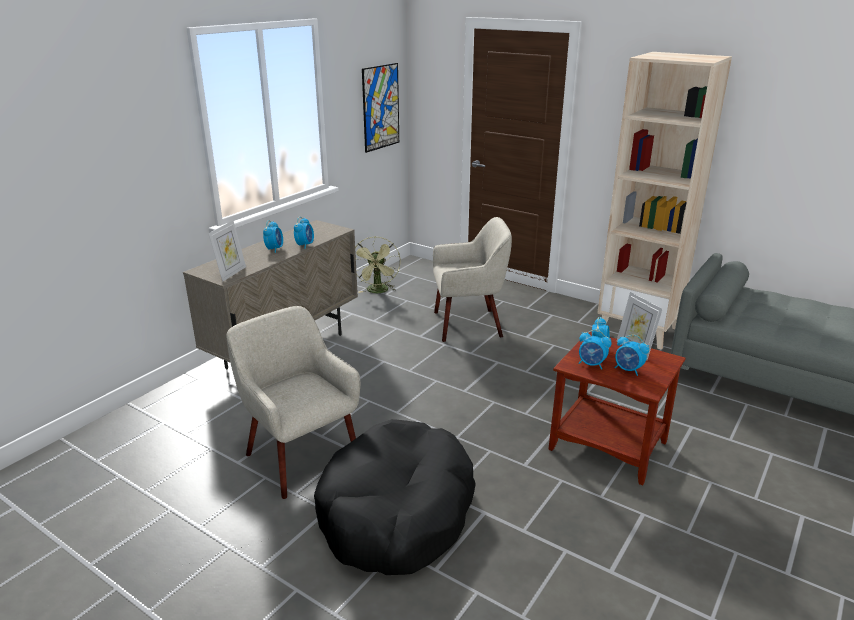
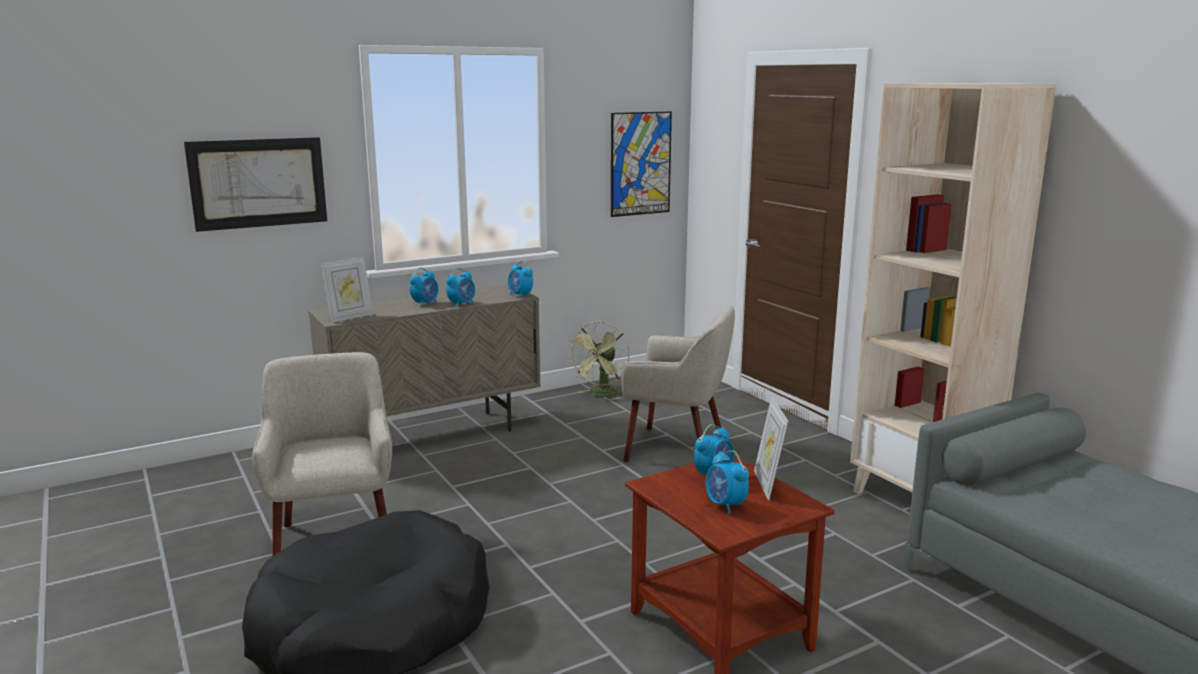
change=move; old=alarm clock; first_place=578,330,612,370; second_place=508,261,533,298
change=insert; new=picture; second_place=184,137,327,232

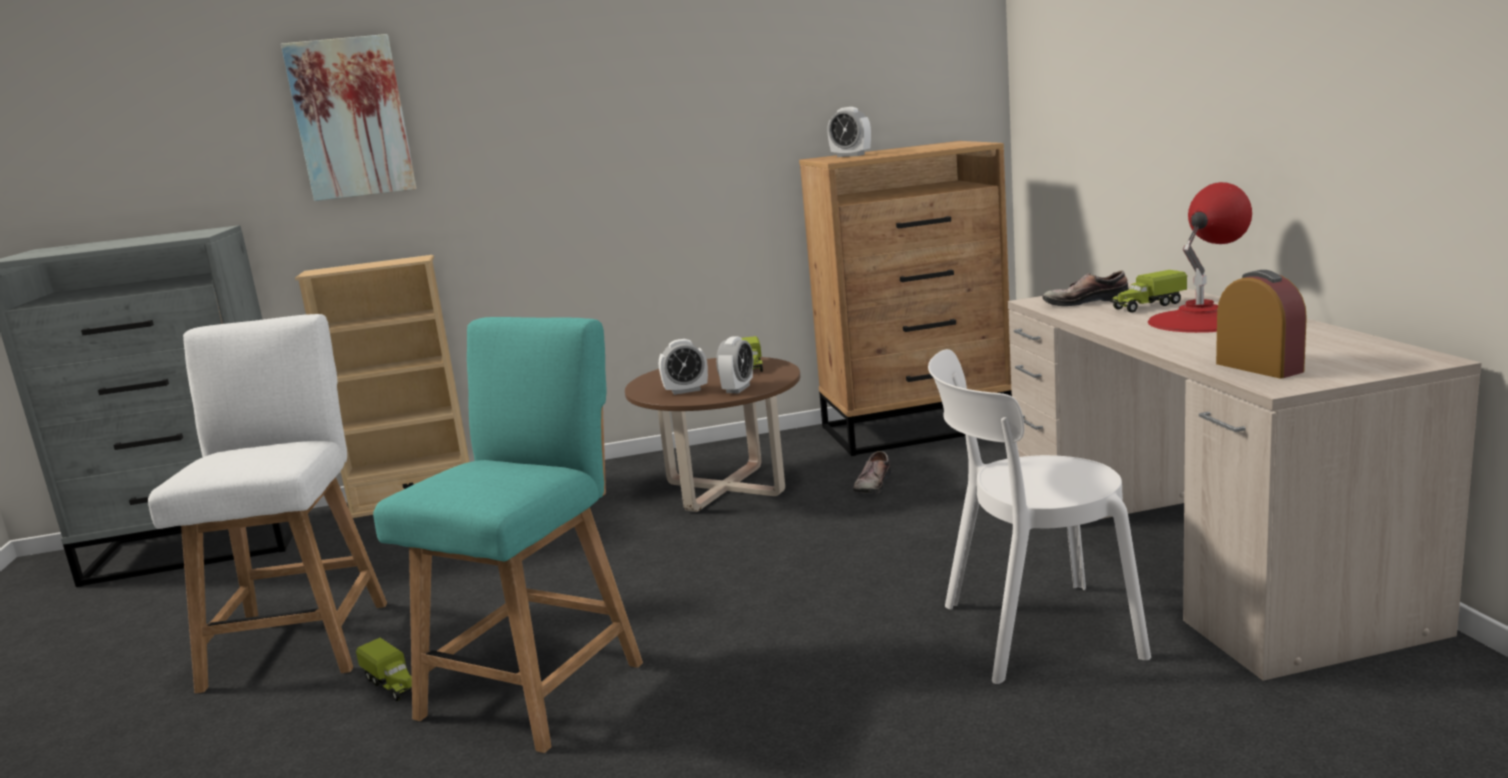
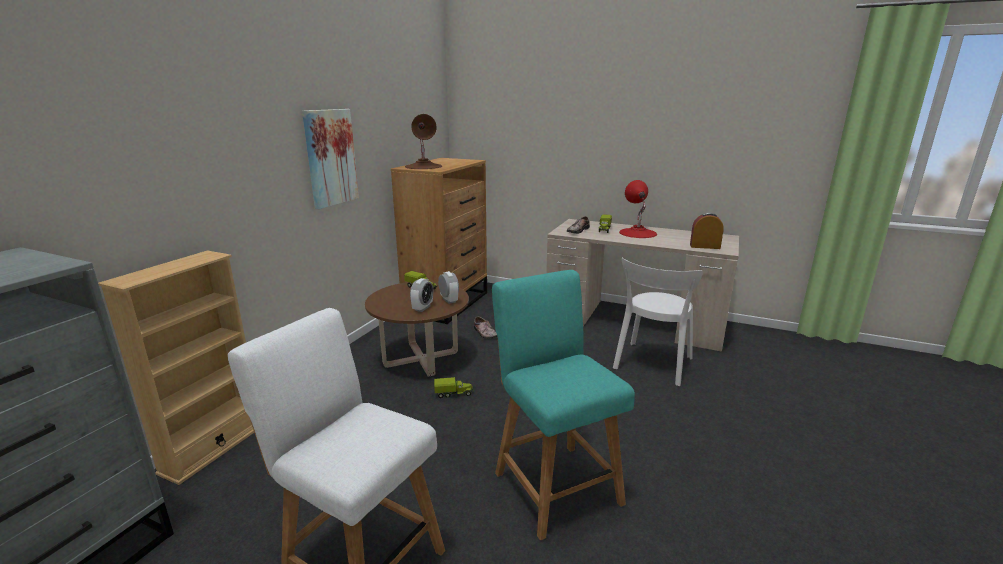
change=move; old=picture; first_place=281,34,417,201; second_place=302,109,359,209
change=replace; old=alarm clock; new=brown table lamp; first_place=827,107,871,157; second_place=405,114,442,169
change=move; old=toy truck; first_place=356,638,412,701; second_place=434,377,474,398

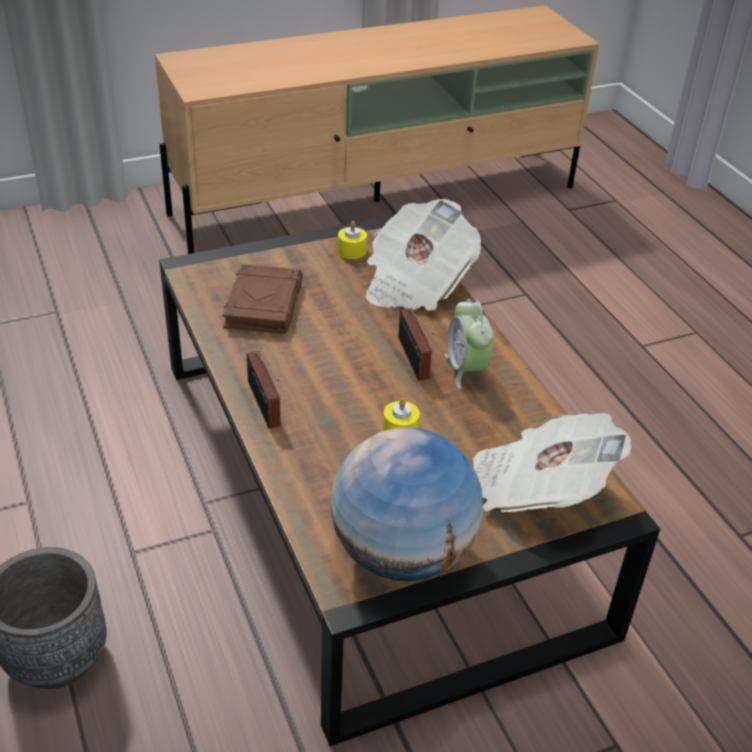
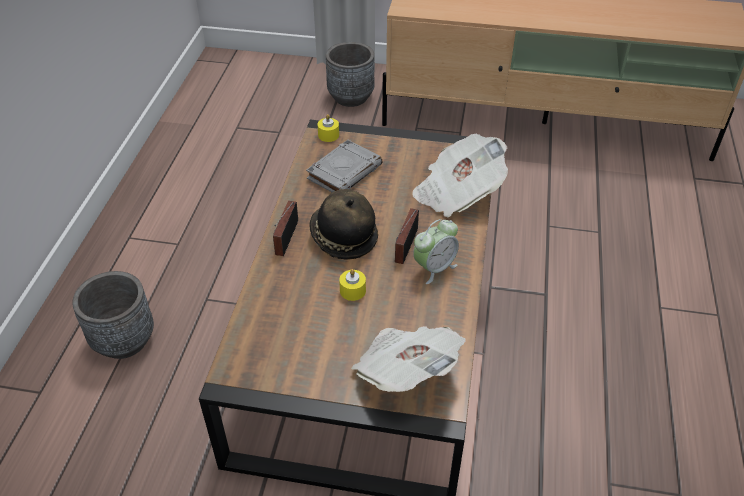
change=move; old=yellow candle; first_place=338,221,367,259; second_place=318,114,339,142
change=recolor; old=brown book; new=grey book; first_place=223,264,303,334; second_place=306,140,383,192
change=rotate; old=alarm clock; first_place=445,299,494,389; second_place=413,219,459,284; degrees=-150
change=delete; old=globe; first_place=330,427,483,581
change=insert; new=grey planter; second_place=326,42,375,107
change=insert; new=hat; second_place=309,189,378,260

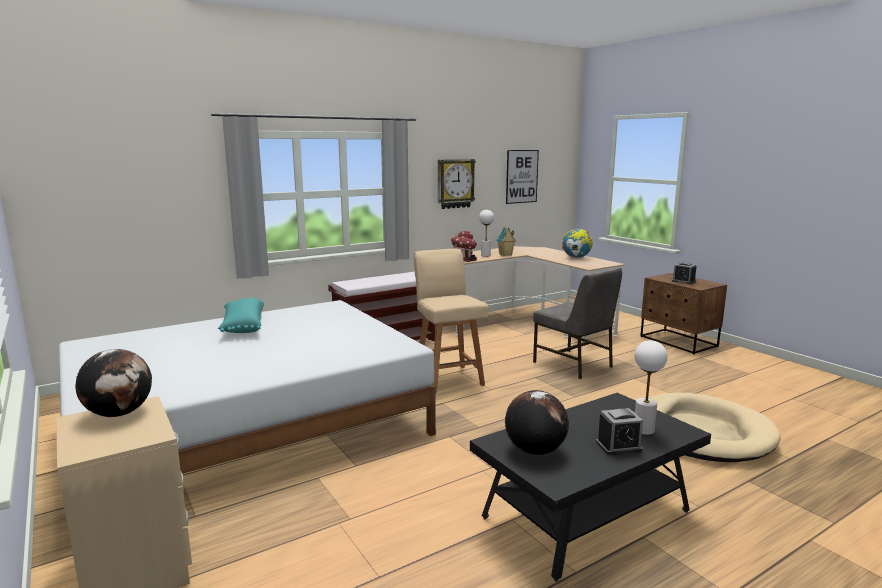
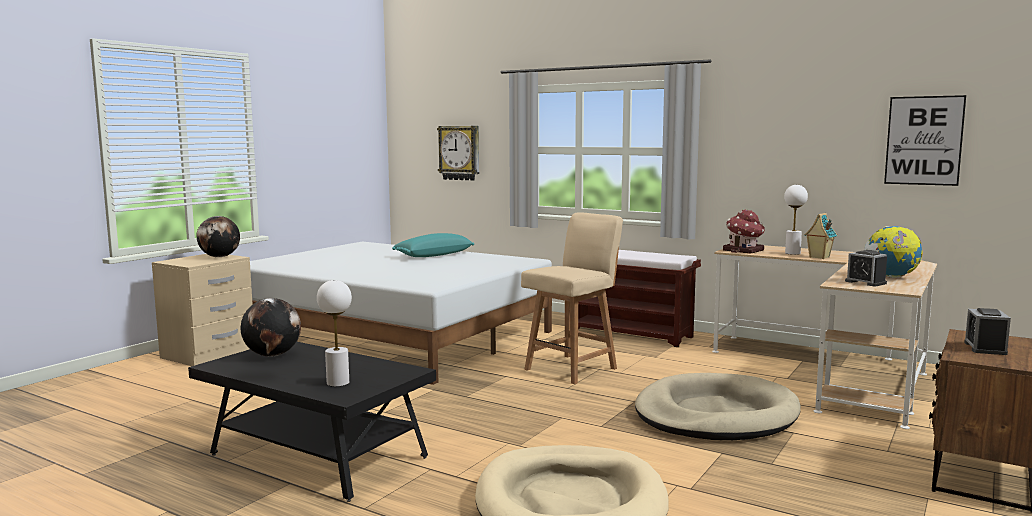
change=move; old=wall clock; first_place=438,159,476,209; second_place=437,126,479,181
change=replace; old=grey chair; new=beige dog bed; first_place=533,267,622,379; second_place=635,373,801,440
change=move; old=alarm clock; first_place=596,408,643,455; second_place=845,250,887,286

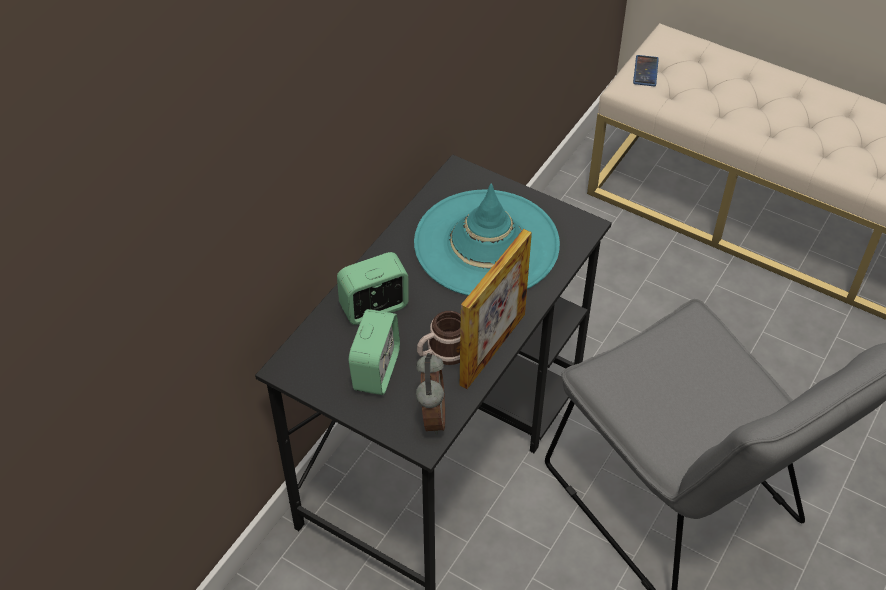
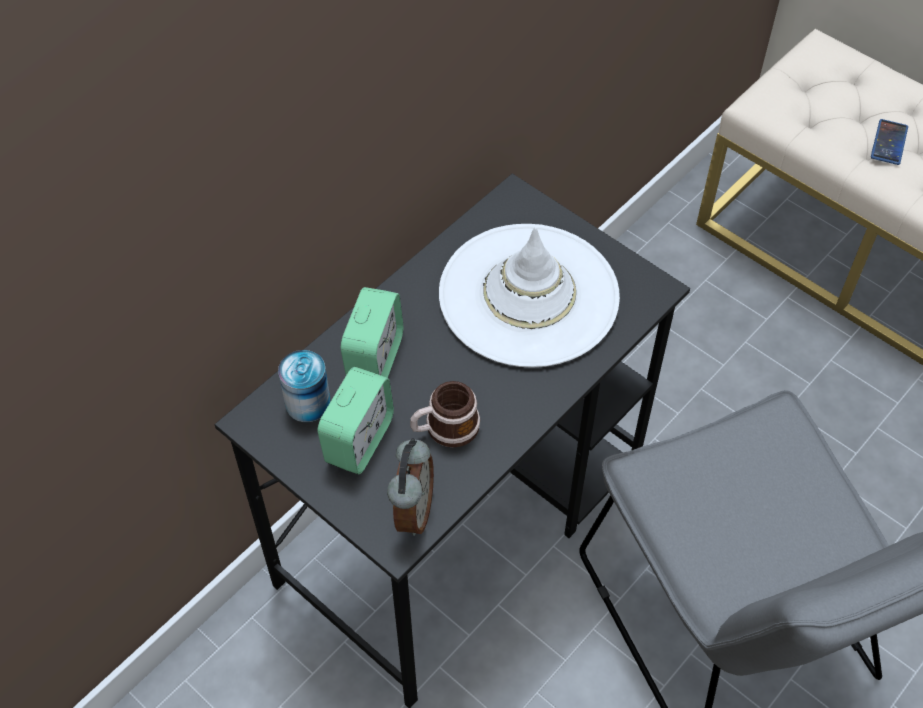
change=move; old=phone; first_place=633,55,659,86; second_place=871,119,908,165
change=recolor; old=turquoise hat; new=white hat; first_place=414,184,560,296; second_place=439,224,620,368
change=delete; old=picture frame; first_place=460,229,532,389
change=rotate; old=alarm clock; first_place=337,252,409,325; second_place=341,287,403,378; degrees=120
change=insert; new=can; second_place=278,350,331,422

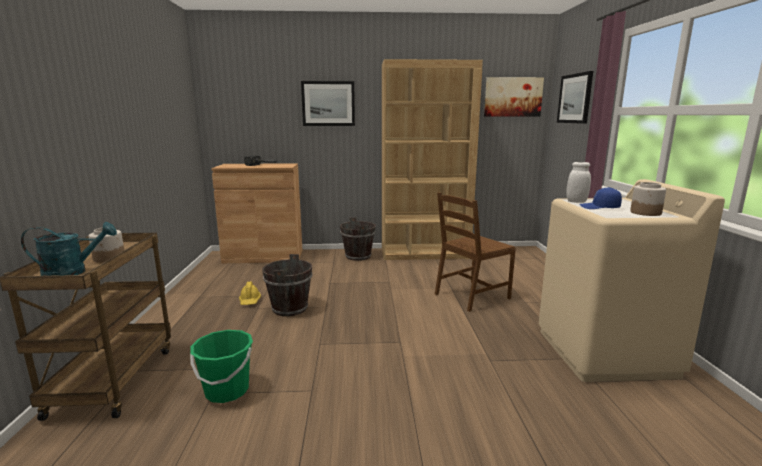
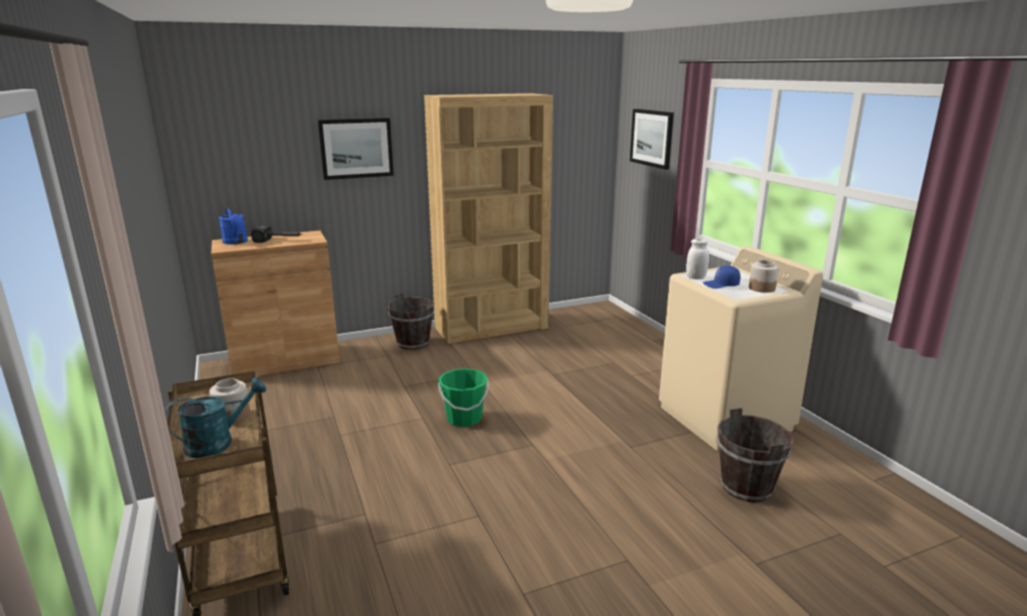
change=delete; old=picture; first_place=484,77,544,116
change=delete; old=brown chair; first_place=435,193,516,312
change=move; old=brown bucket; first_place=262,254,312,316; second_place=717,408,794,503
change=delete; old=yellow hard hat; first_place=239,282,261,305
change=move; old=green bucket; first_place=190,330,253,403; second_place=438,368,489,427
change=insert; new=blue watering can; second_place=219,207,248,245

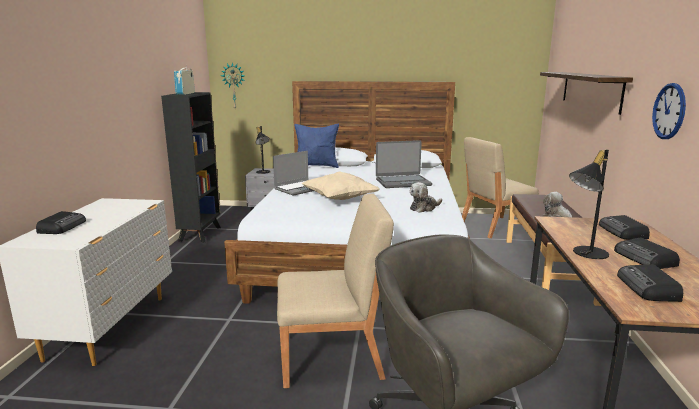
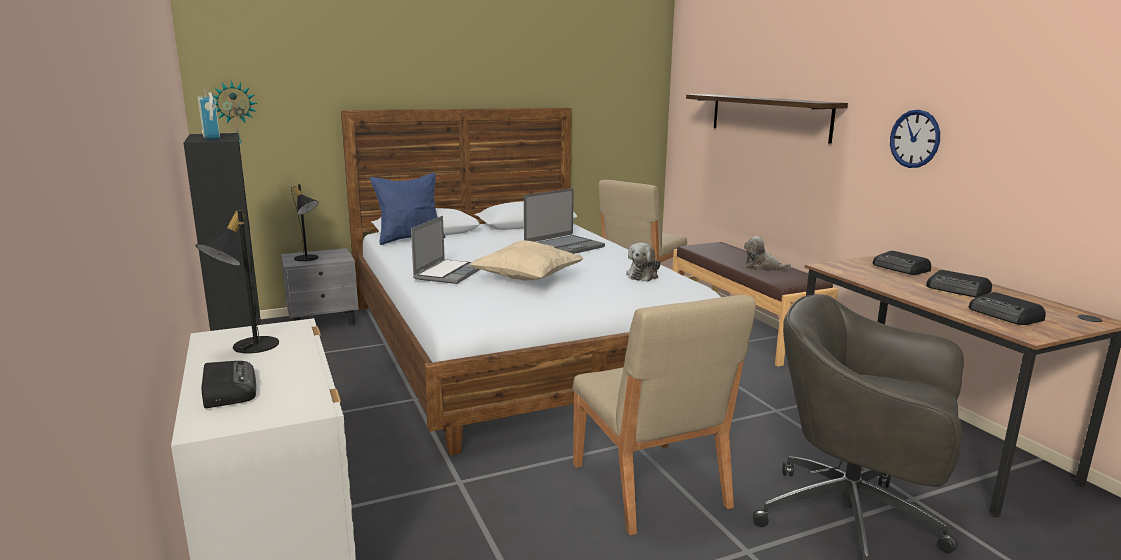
change=move; old=black table lamp; first_place=569,150,609,259; second_place=195,210,279,354
change=rotate; old=beige chair; first_place=277,194,394,388; second_place=573,295,756,535; degrees=105

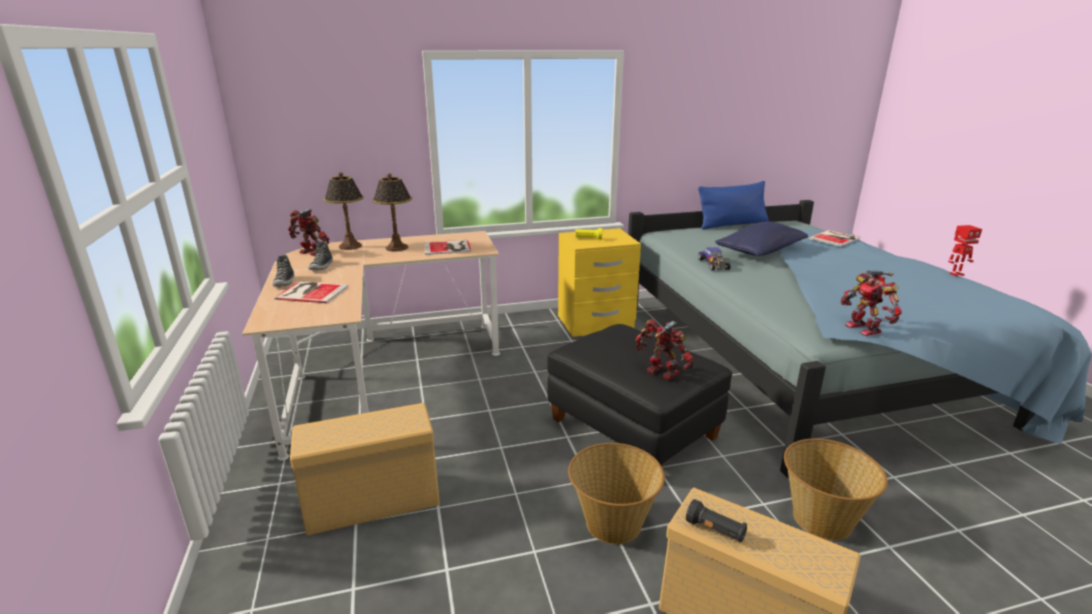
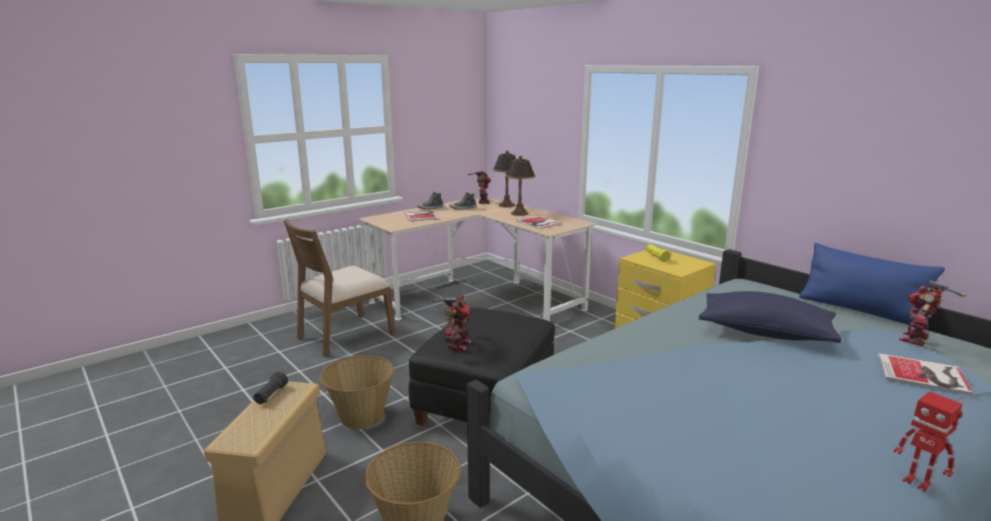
change=delete; old=toy car; first_place=698,247,731,271
change=move; old=toy robot; first_place=841,270,902,336; second_place=899,280,966,346
change=replace; old=beige storage box; new=brown chair; first_place=290,403,440,535; second_place=284,219,395,357

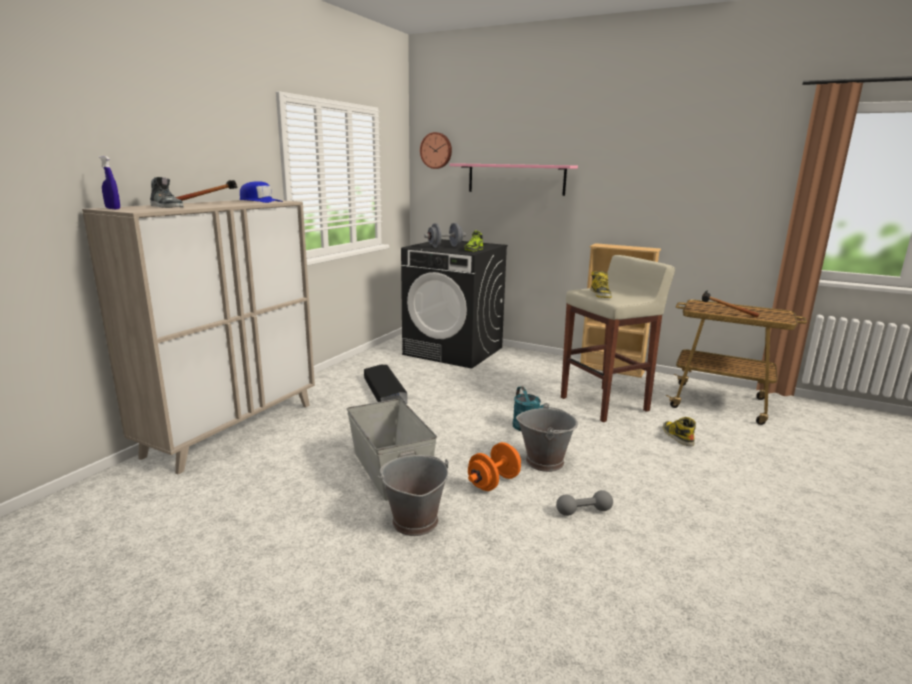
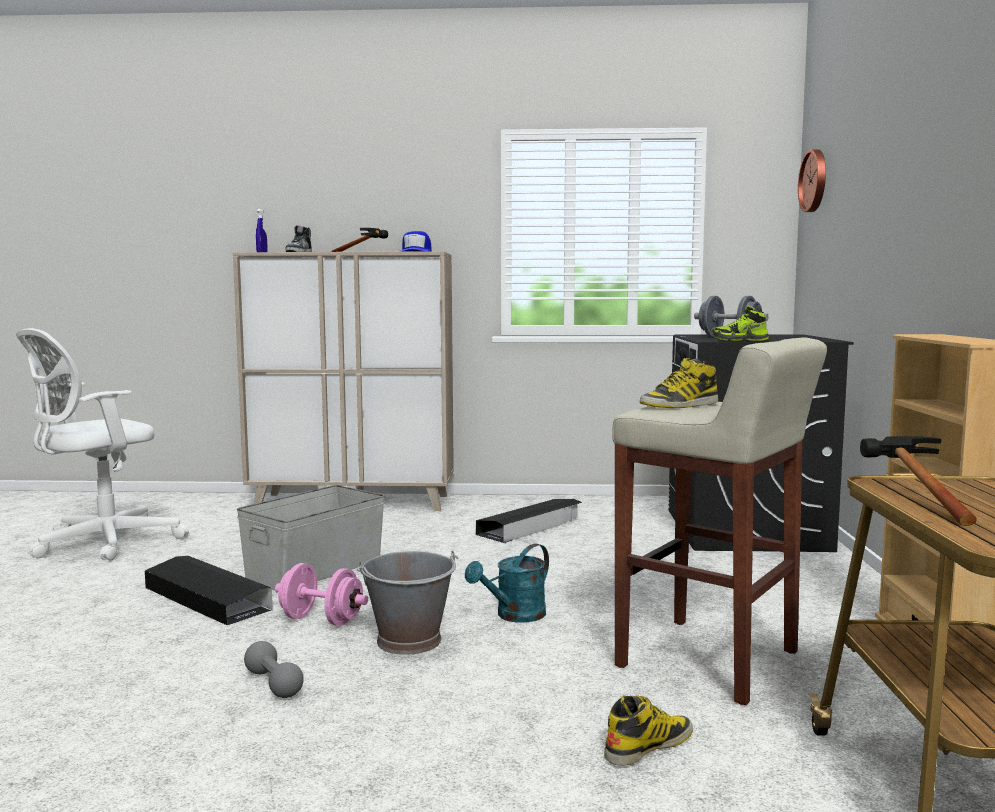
change=delete; old=pink shelf; first_place=450,163,578,196
change=recolor; old=orange dumbbell; new=pink dumbbell; first_place=468,442,521,491; second_place=275,563,368,626
change=replace; old=grey bucket; new=black storage box; first_place=378,455,449,536; second_place=145,556,273,625
change=insert; new=white office chair; second_place=16,328,189,560

